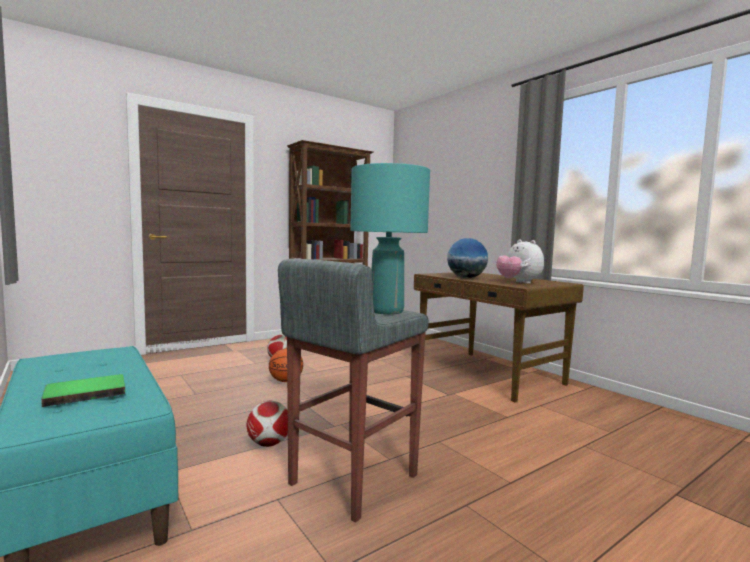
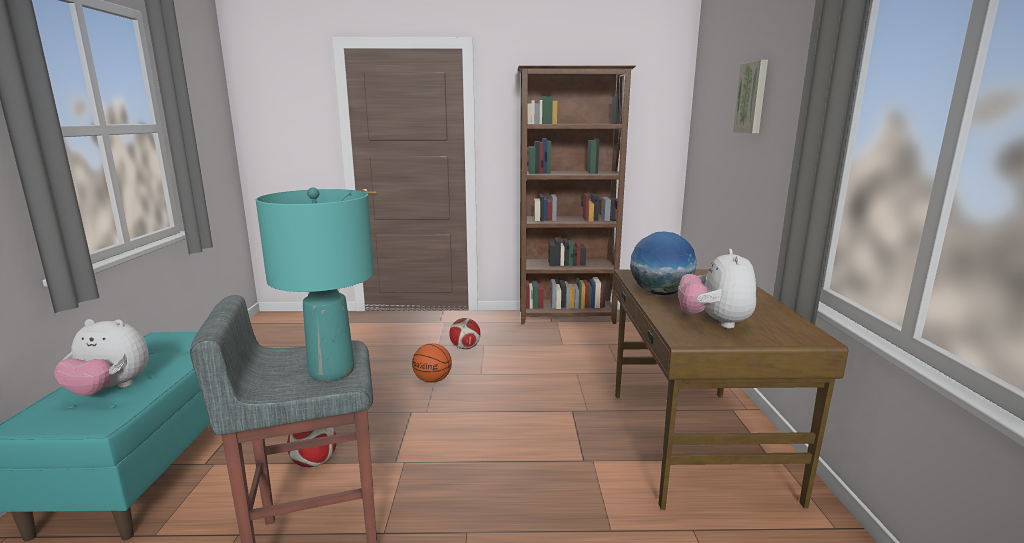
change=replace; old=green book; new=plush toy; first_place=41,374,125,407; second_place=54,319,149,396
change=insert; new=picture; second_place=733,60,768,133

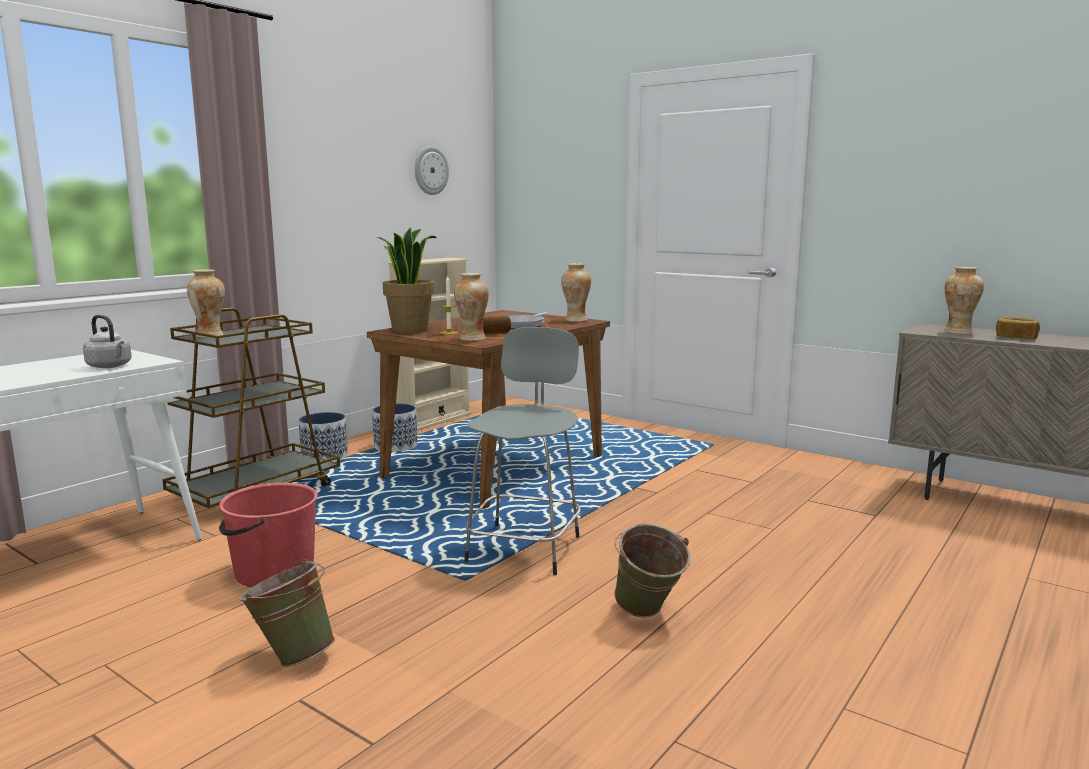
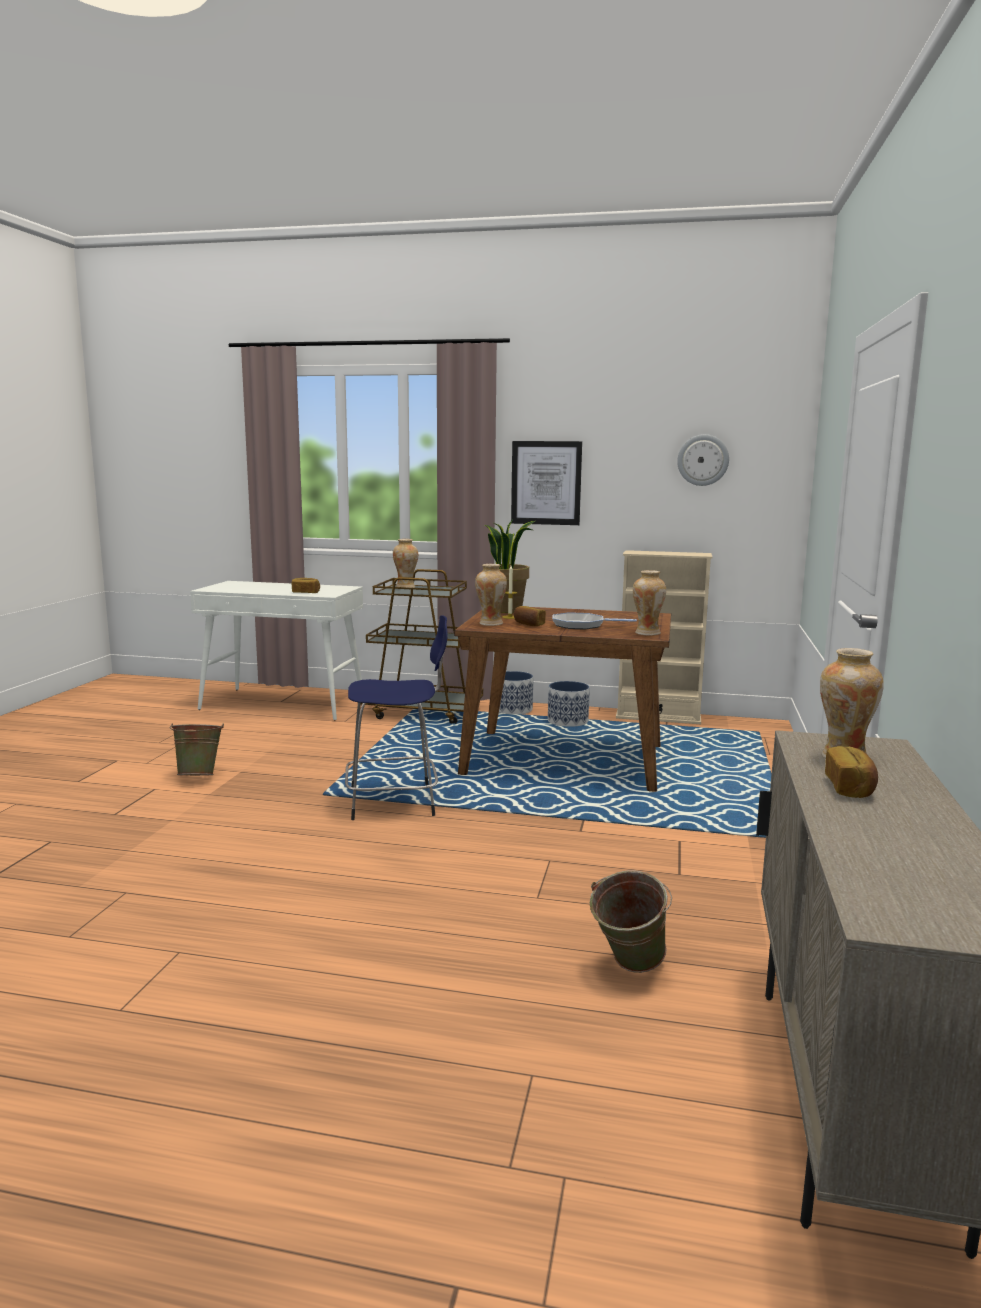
change=replace; old=grey kettle; new=bread; first_place=83,315,132,368; second_place=292,578,320,593
change=recolor; old=grey stool; new=blue stool; first_place=464,327,581,575; second_place=345,615,448,820
change=delete; old=red bucket; first_place=219,482,318,588
change=move; old=green bucket; first_place=614,524,691,618; second_place=590,871,672,973
change=insert; new=picture; second_place=511,441,582,525

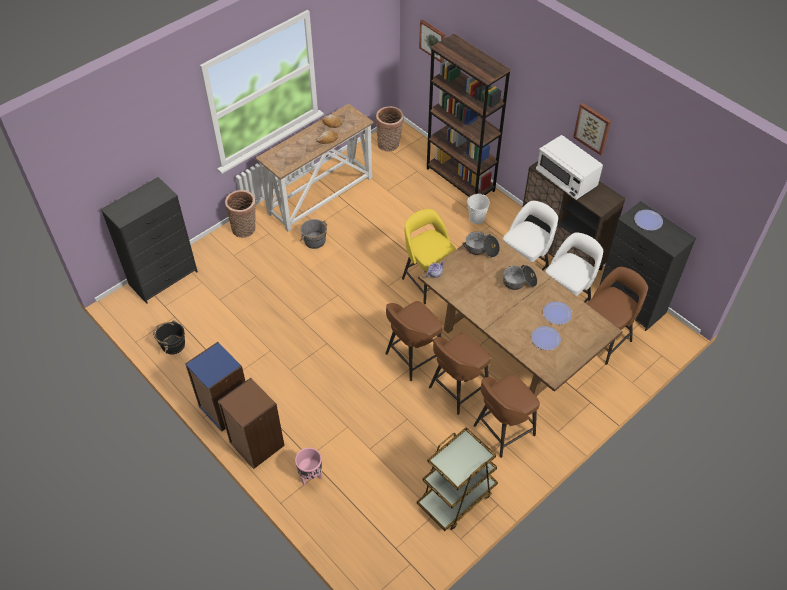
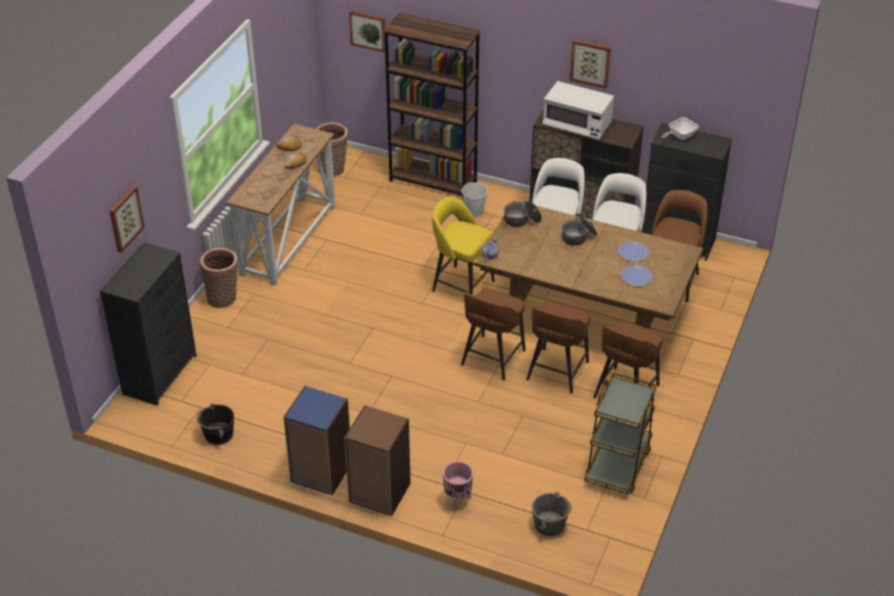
change=replace; old=plate; new=frying pan; first_place=634,210,663,231; second_place=662,117,699,140
change=move; old=grey bucket; first_place=300,219,328,249; second_place=532,492,572,536
change=insert; new=picture; second_place=110,185,145,253

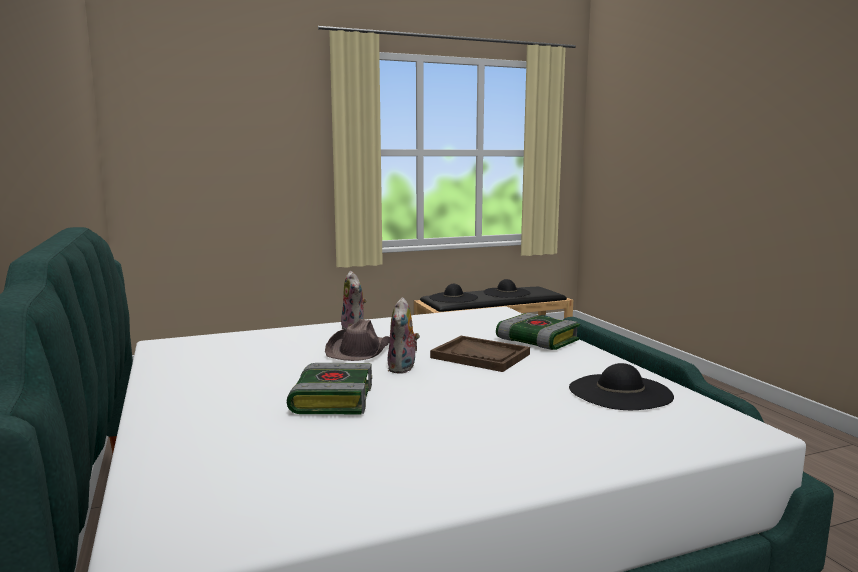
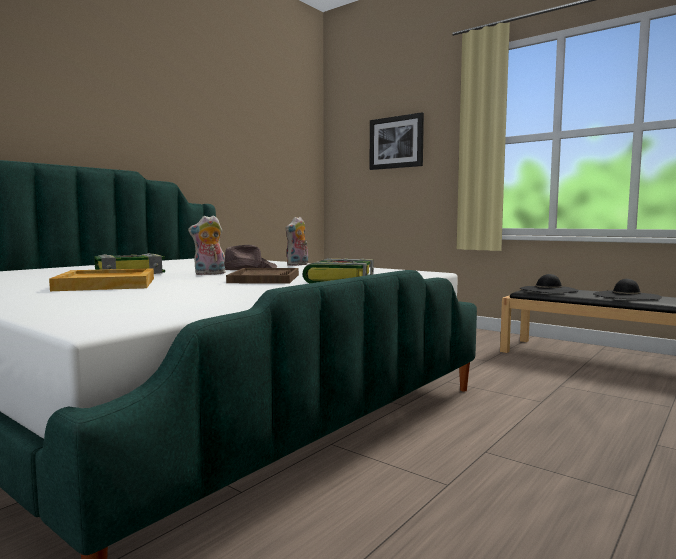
change=delete; old=black hat; first_place=569,363,674,410
change=insert; new=picture; second_place=369,112,424,170
change=insert; new=beige tray; second_place=49,268,154,291

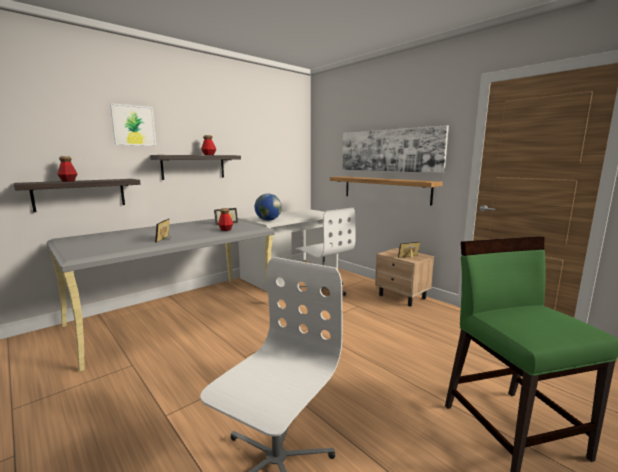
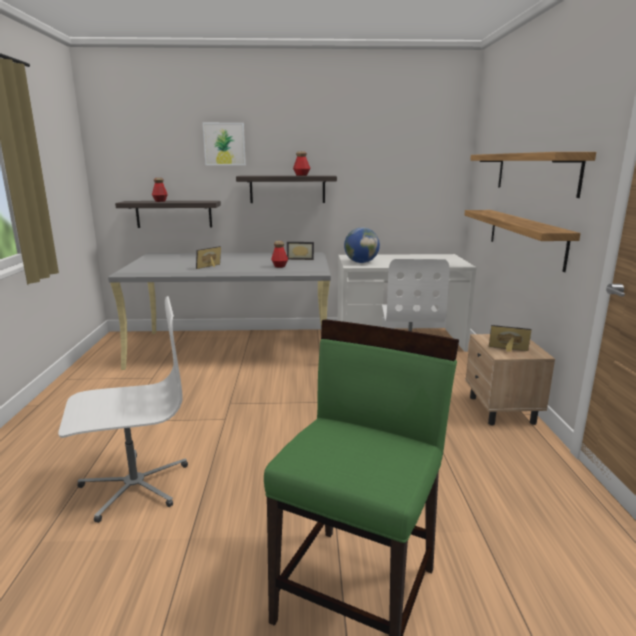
change=replace; old=picture; new=shelf; first_place=342,125,449,173; second_place=470,152,596,198

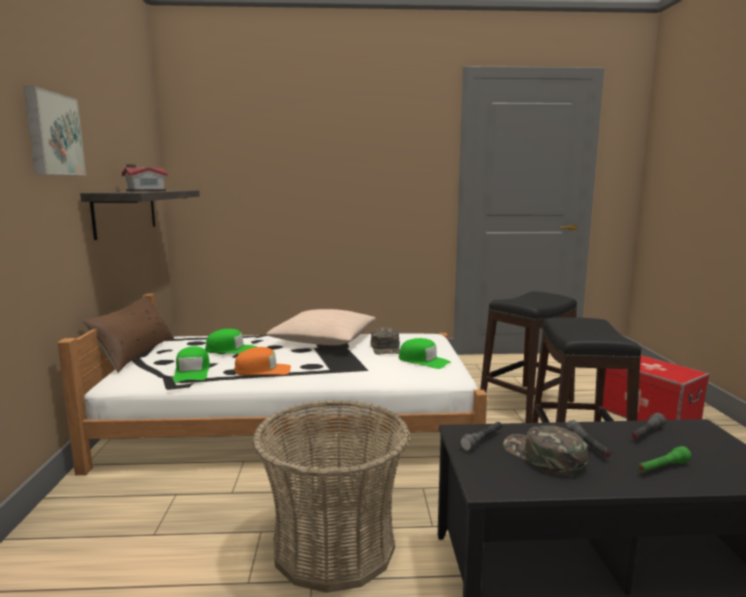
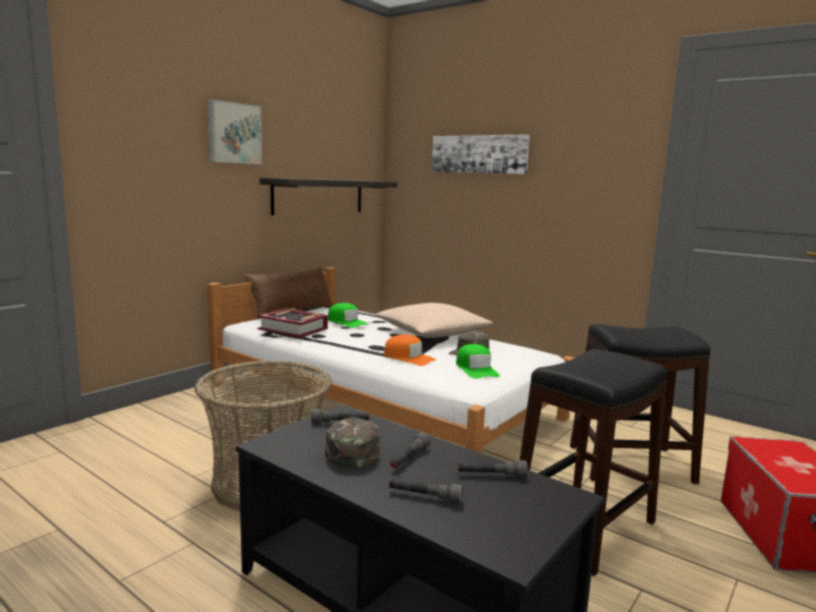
change=delete; old=toy house; first_place=122,164,168,191
change=replace; old=green cap; new=book; first_place=173,346,210,382; second_place=257,308,328,338
change=move; old=orange cap; first_place=234,347,291,375; second_place=384,334,436,366
change=recolor; old=green flashlight; new=grey flashlight; first_place=638,446,692,472; second_place=389,478,463,504
change=insert; new=picture; second_place=432,134,530,174

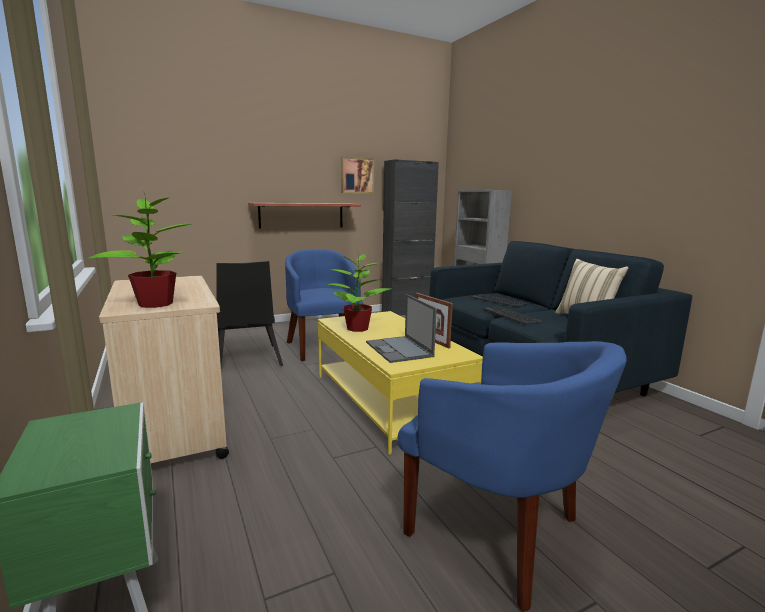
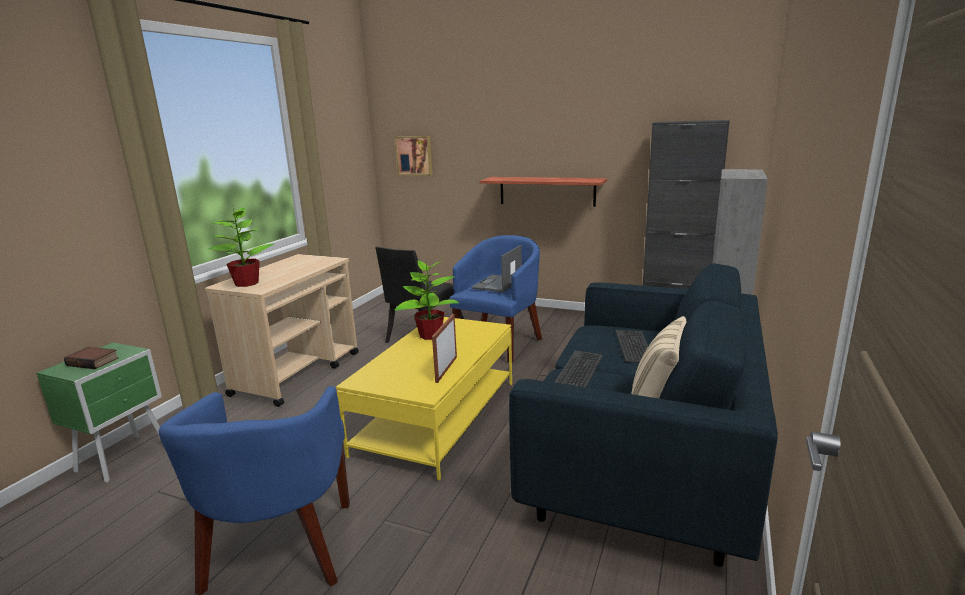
change=move; old=picture; first_place=341,157,374,194; second_place=395,136,433,175
change=move; old=laptop; first_place=366,294,437,363; second_place=471,245,522,292
change=insert; new=book; second_place=64,347,119,369

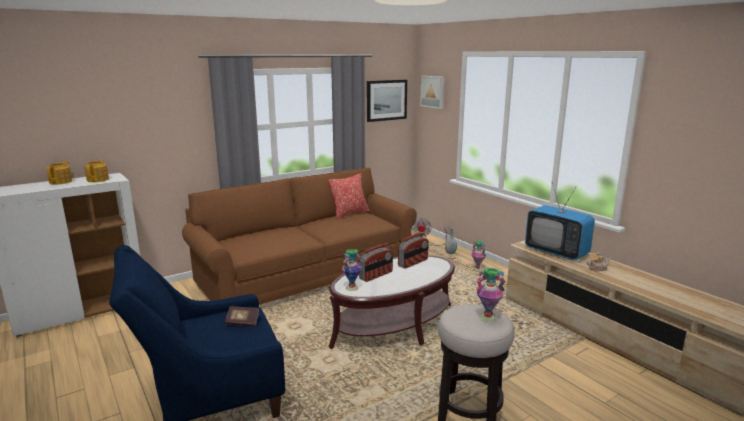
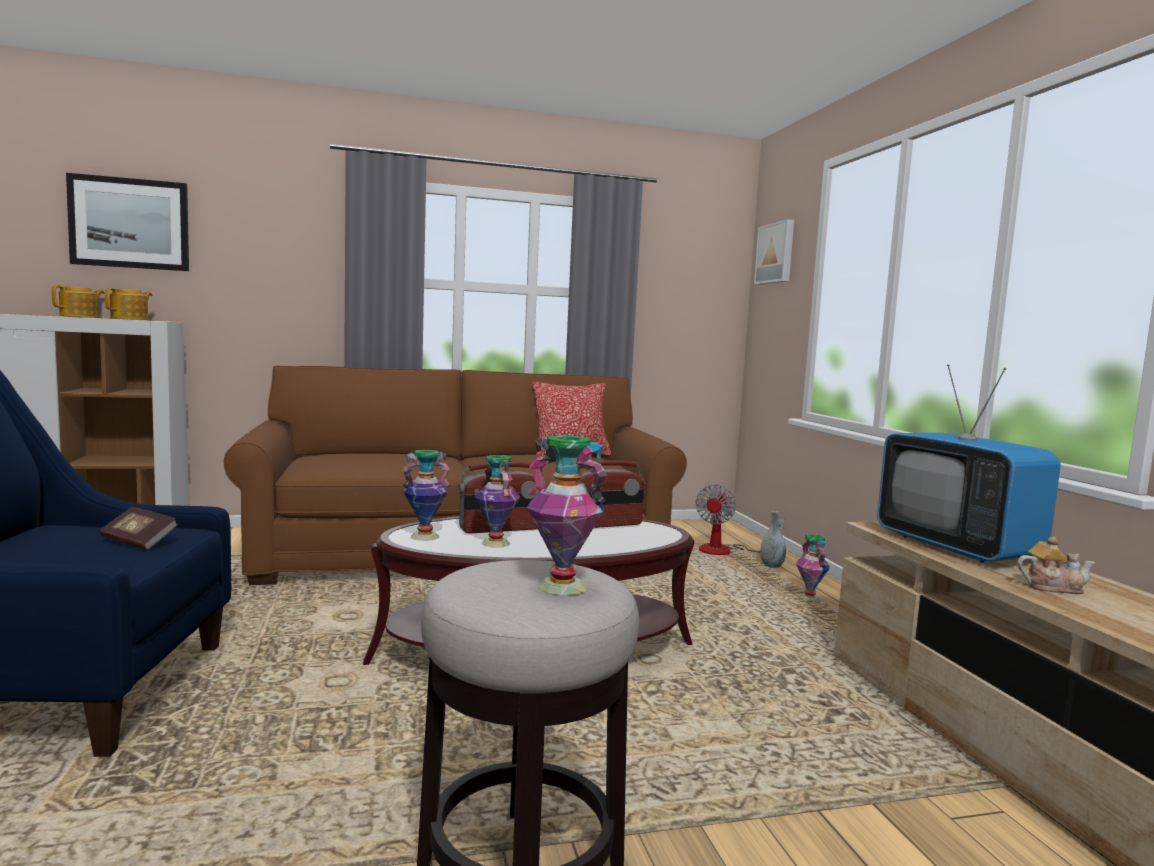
change=move; old=picture; first_place=367,80,407,122; second_place=66,173,189,271
change=insert; new=vase; second_place=475,455,520,548

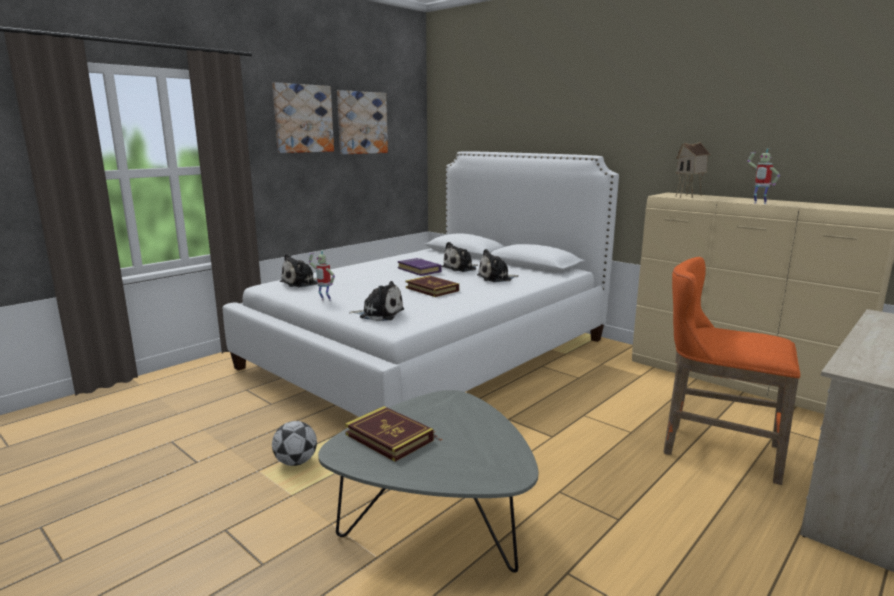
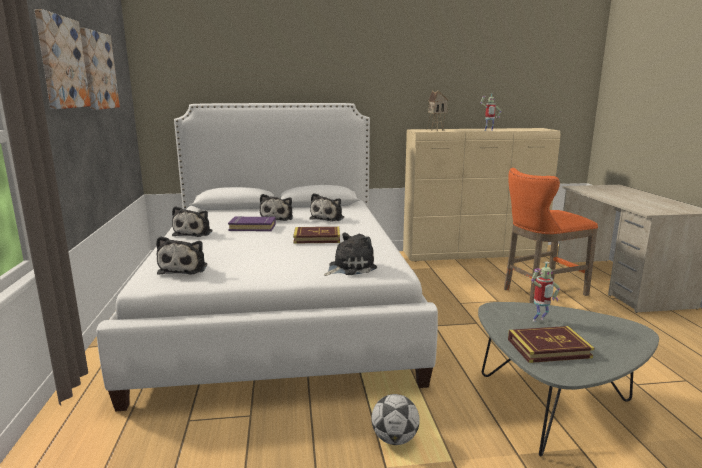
change=move; old=toy robot; first_place=309,250,335,301; second_place=531,262,560,322
change=insert; new=plush toy; second_place=172,206,212,237

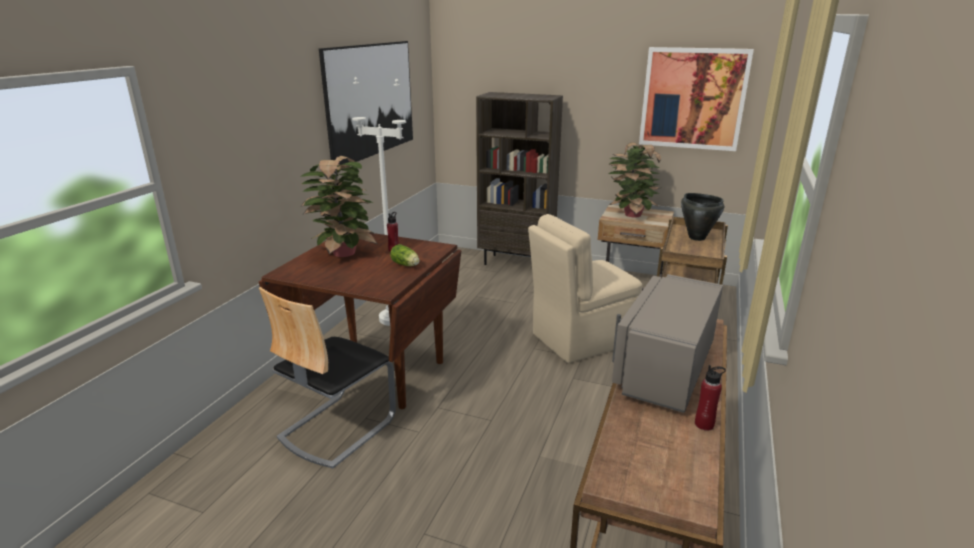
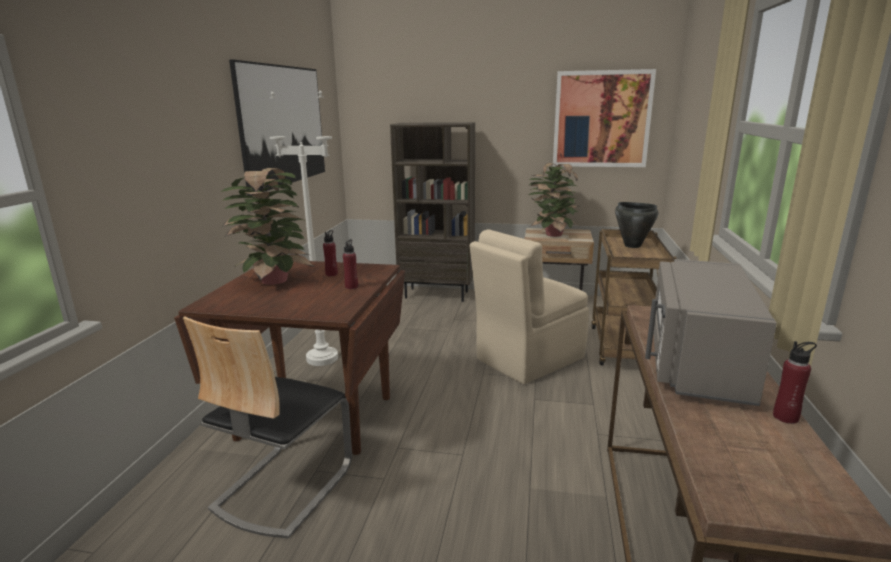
change=replace; old=lettuce; new=red bottle; first_place=390,244,419,266; second_place=343,239,358,289

